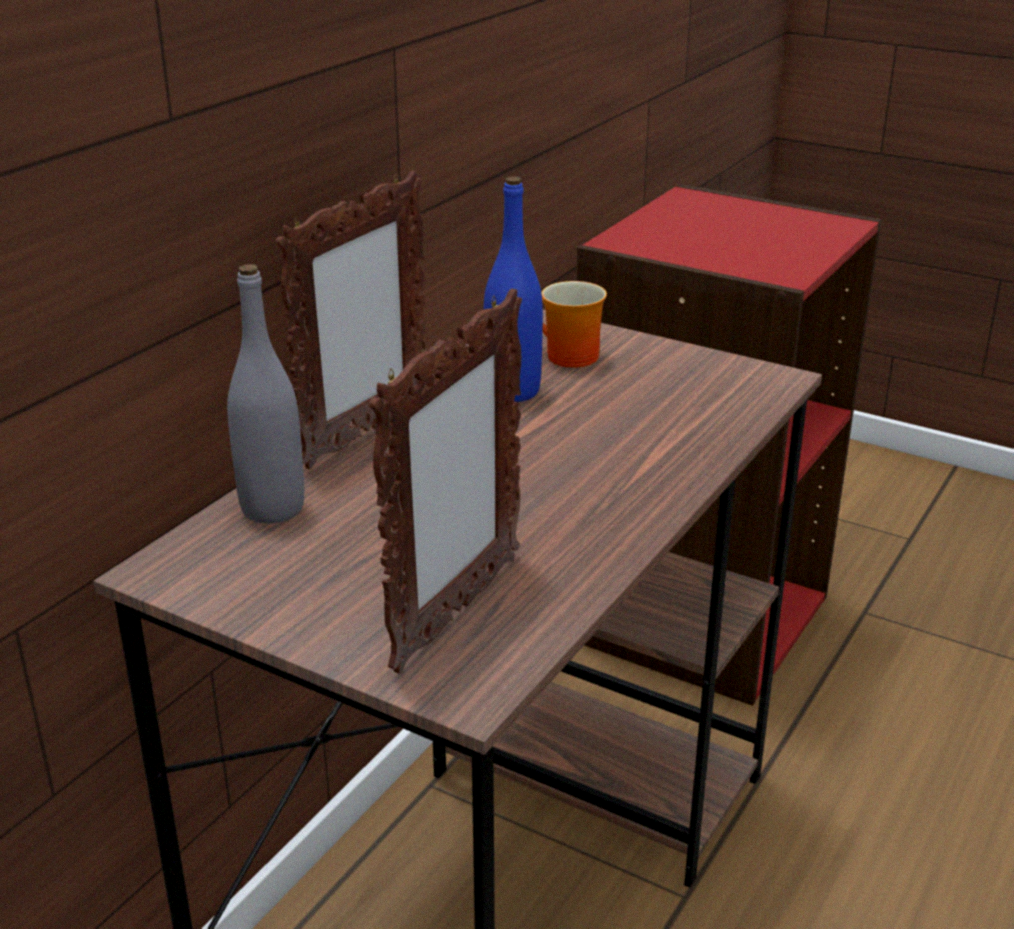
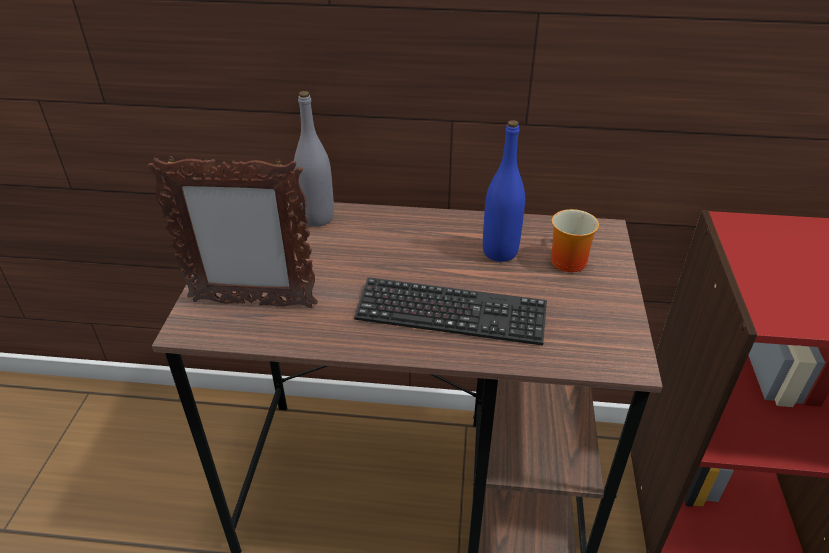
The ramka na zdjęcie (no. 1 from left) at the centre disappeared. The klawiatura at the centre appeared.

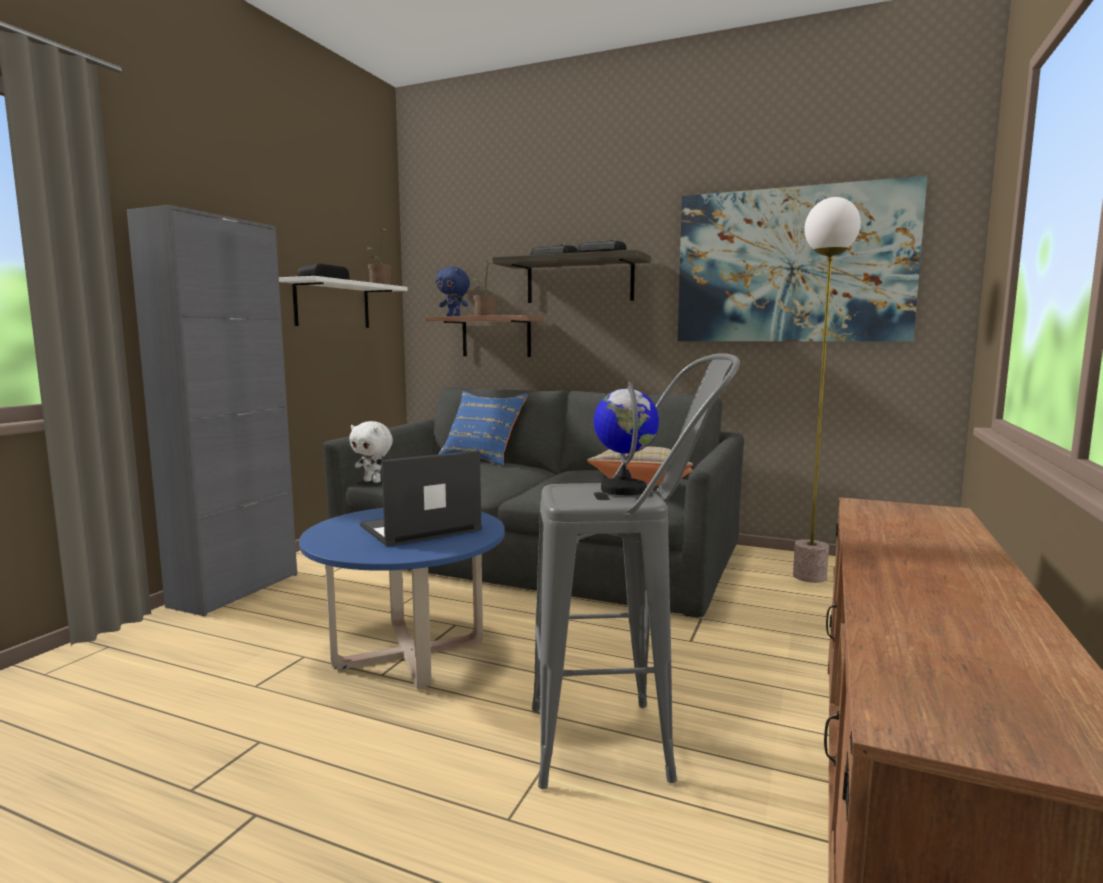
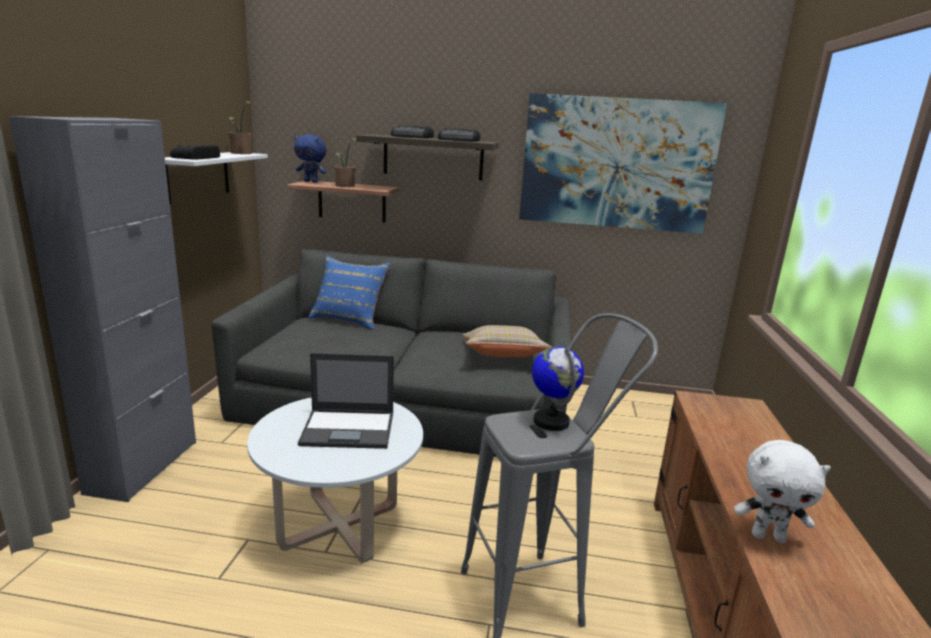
The lampa stojąca at the middle right disappeared. The pluszak (biały) moved from the centre to the bottom right. The ława (niebieski) at the bottom centre became the ława (biały) at the bottom centre. The laptop at the centre turned 135 degrees counterclockwise.

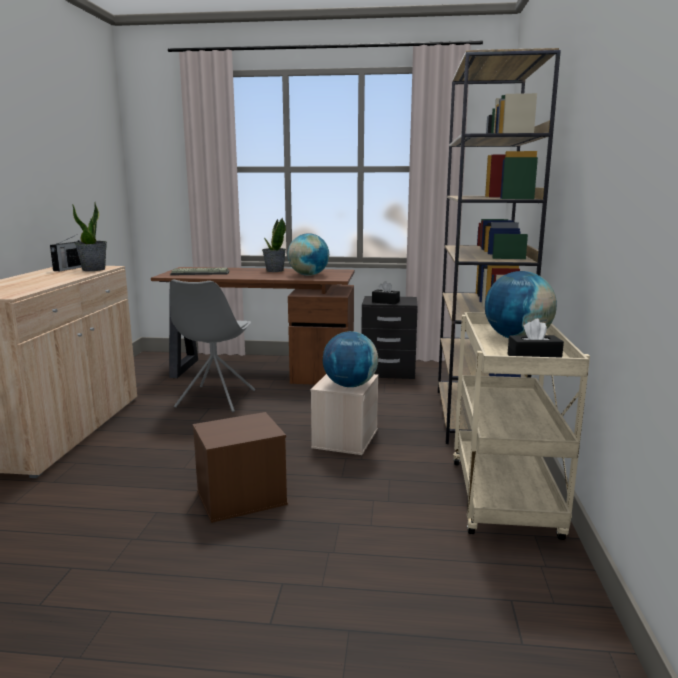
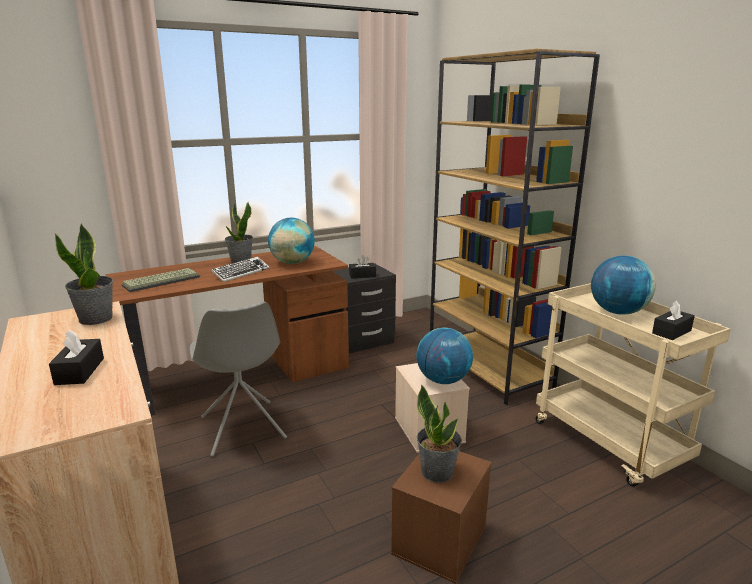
The radio at the middle left disappeared. The pudełko chusteczek (czarny) (no. 1 from left) at the middle left appeared. The klawiatura (no. 2 from left) at the middle left appeared. The roślina doniczkowa (no. 3 from left) at the bottom centre appeared.

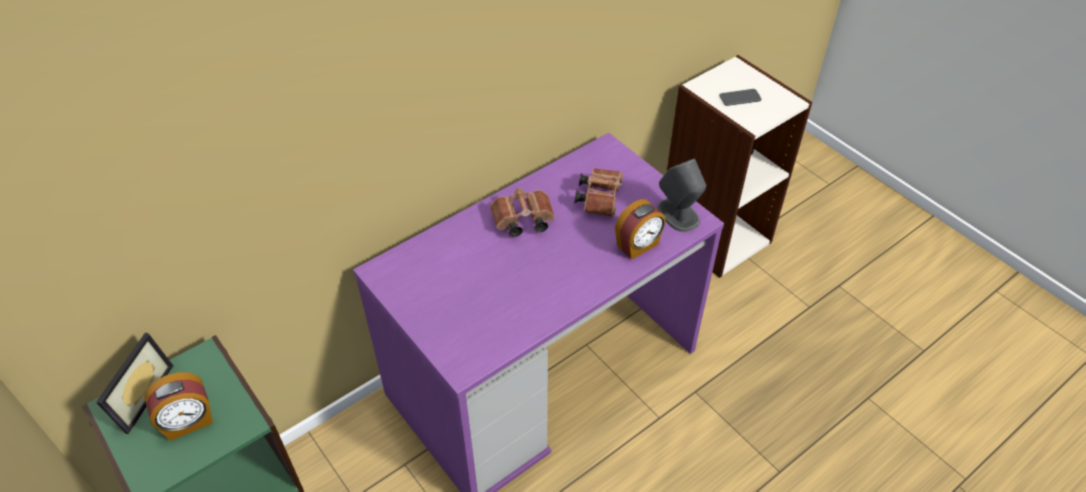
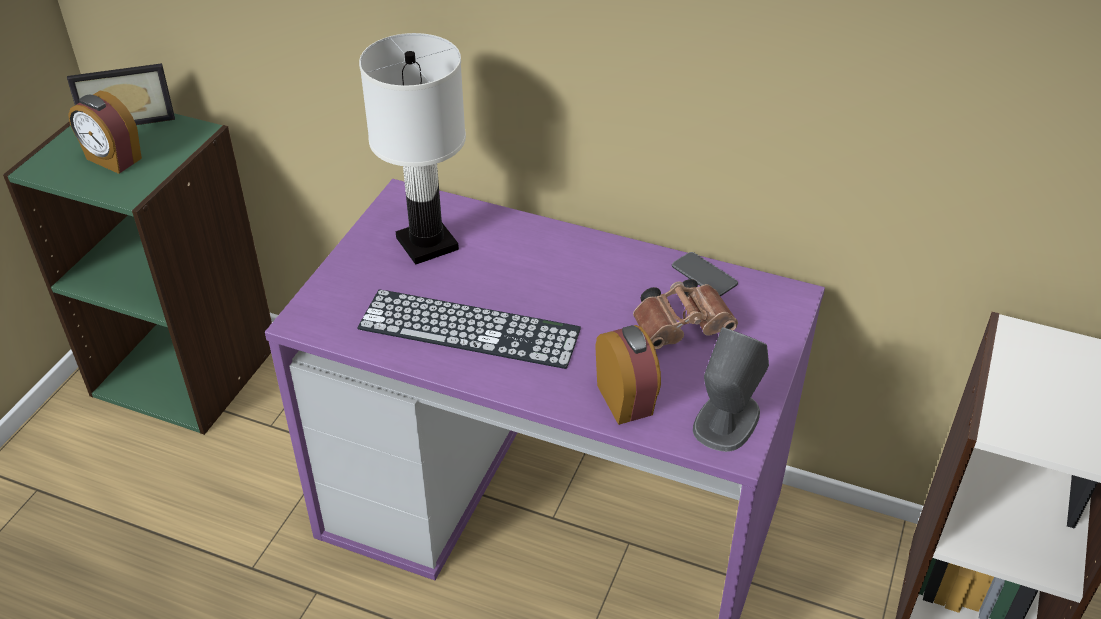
The lornetka (brązowy) (no. 1 from left) at the centre disappeared. The klawiatura at the centre appeared. The lampa stołowa (biały) at the top centre appeared. The telefon moved from the top right to the centre. The budzik (no. 2 from left) at the centre turned 135 degrees counterclockwise.

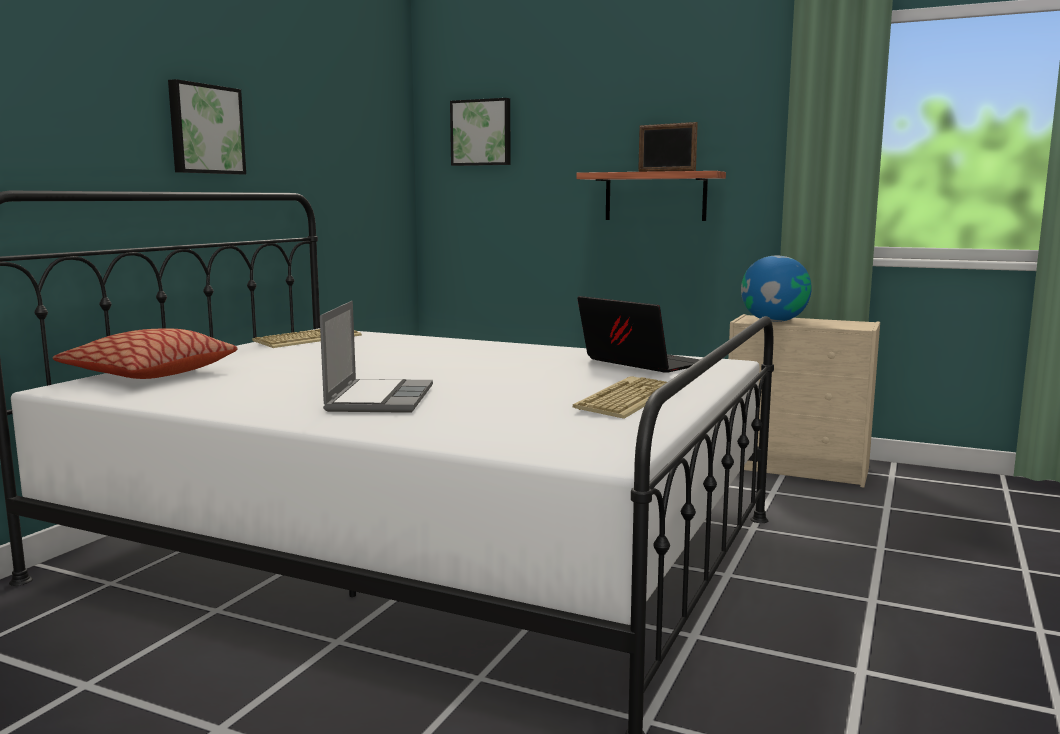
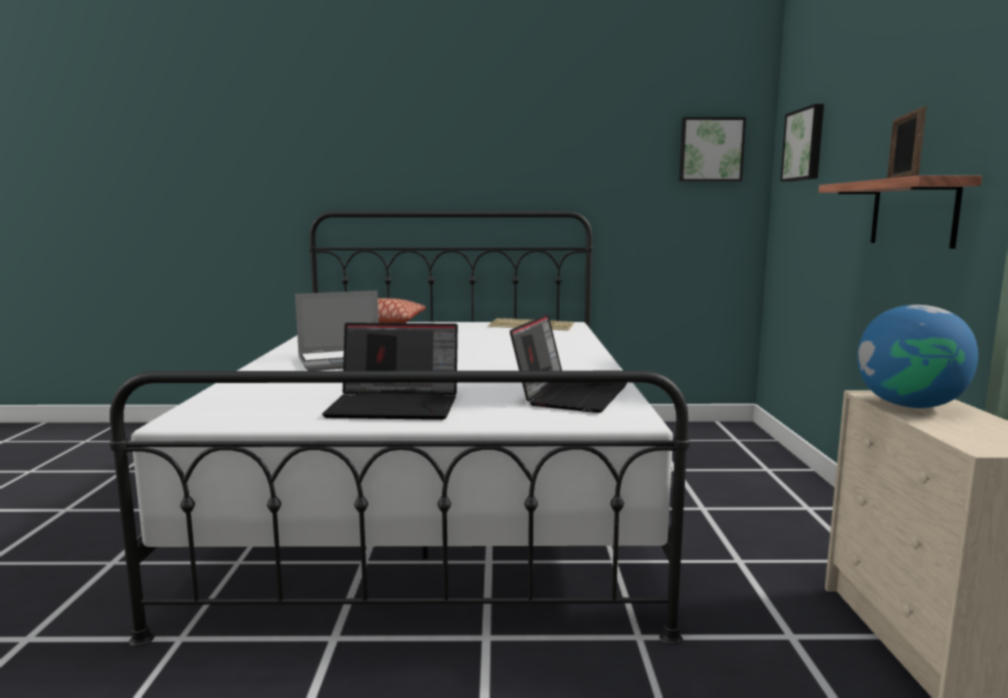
The obraz (no. 1 from left) moved from the top left to the top right. The klawiatura (no. 2 from left) at the centre was replaced by the laptop (no. 2 from left) at the centre.

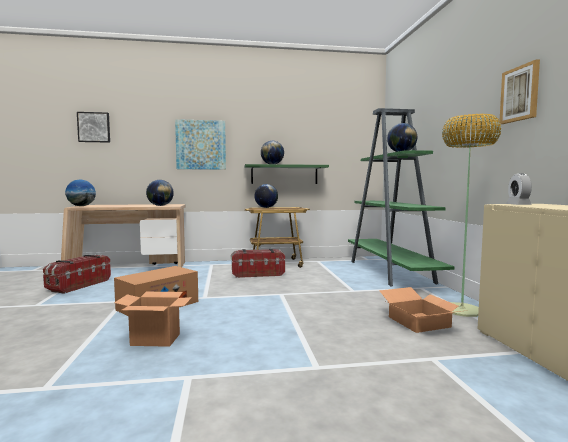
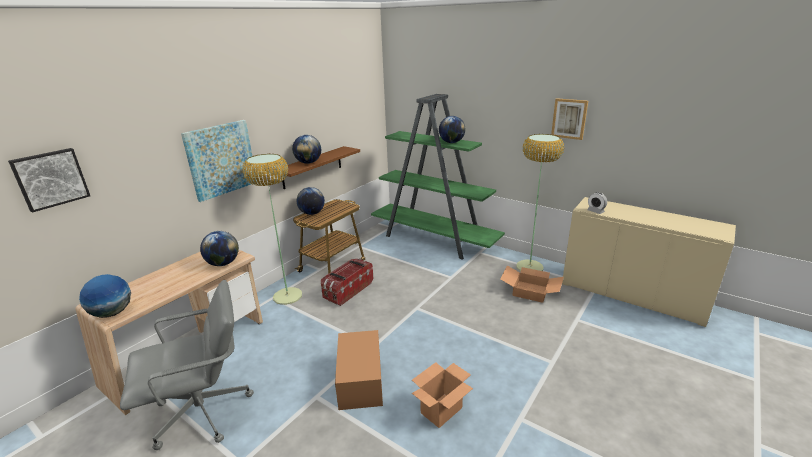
The lampa stojąca (no. 1 from left) at the centre appeared. The pojemnik do przechowywania (no. 1 from left) at the middle left was replaced by the krzesło biurowe (szary) at the bottom left. The półka (zielony) at the centre became the półka (brązowy) at the centre.

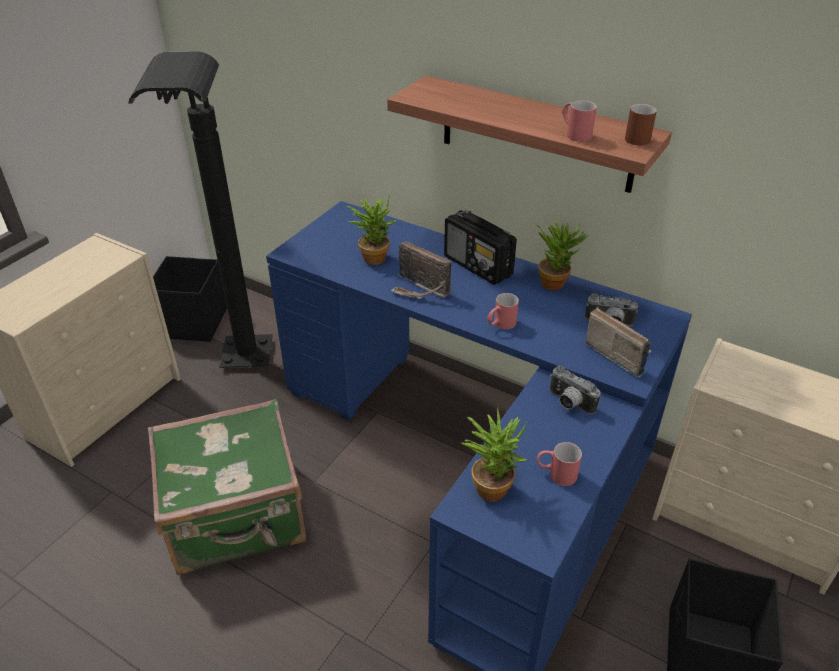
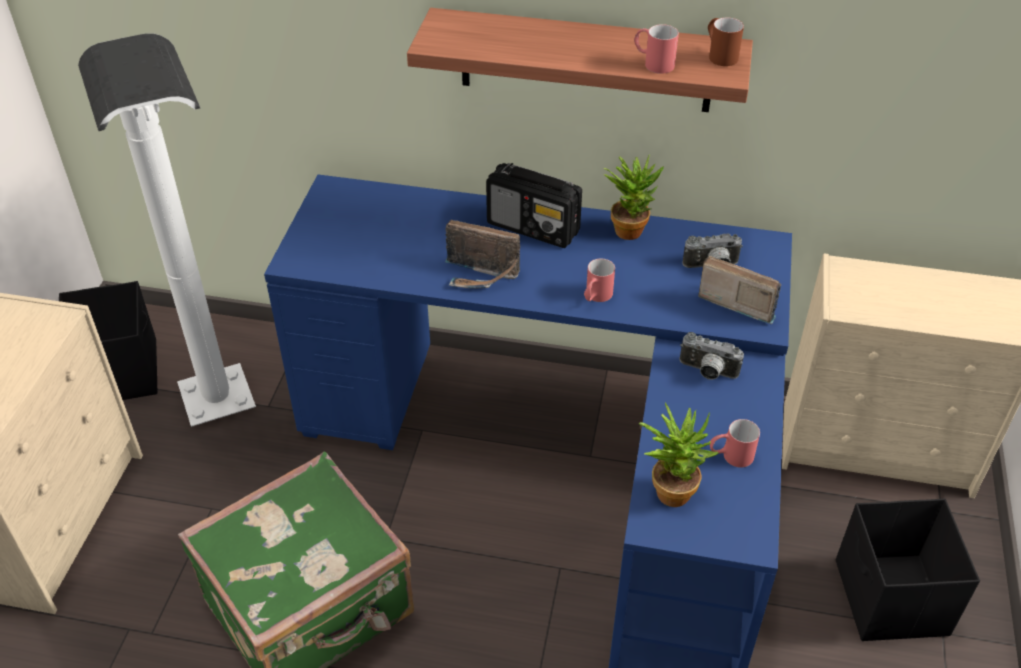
The roślina doniczkowa (no. 1 from left) at the centre disappeared. The lampa stojąca (czarny) at the top left became the lampa stojąca (biały) at the middle left.

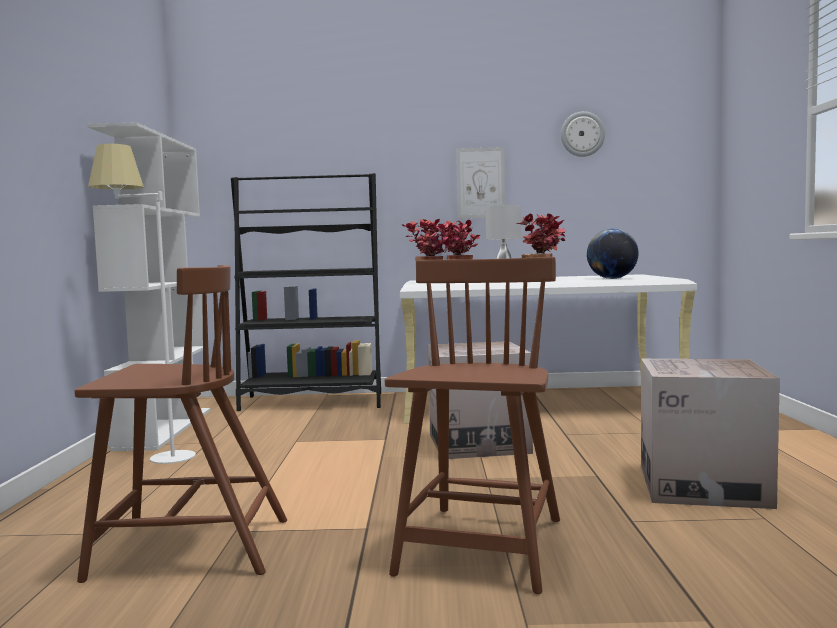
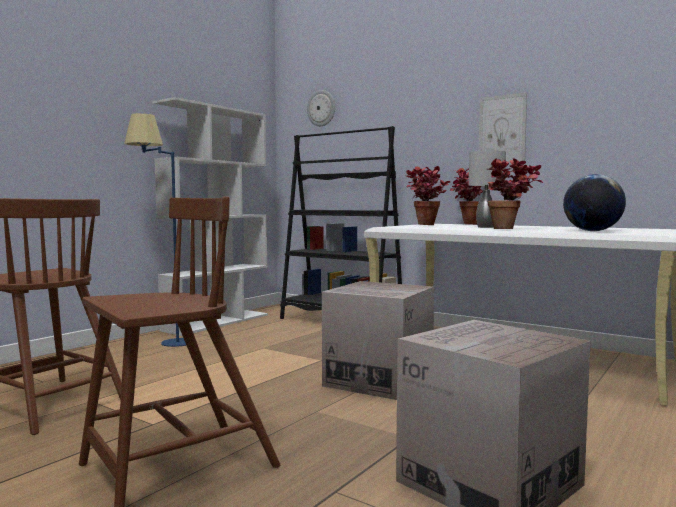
The zegar ścienny moved from the top right to the top centre. The lampa stojąca (biały) at the middle left became the lampa stojąca (niebieski) at the middle left.

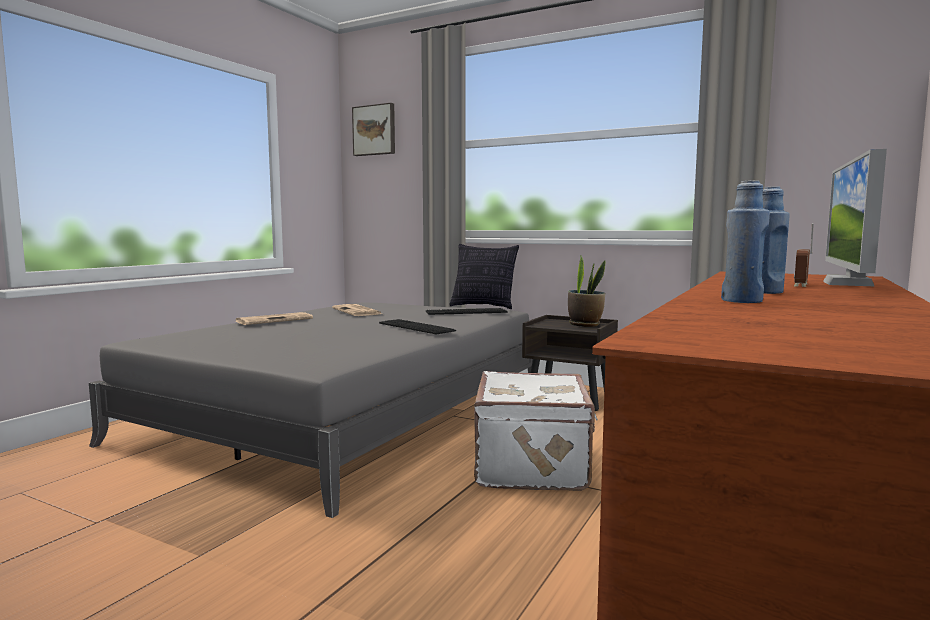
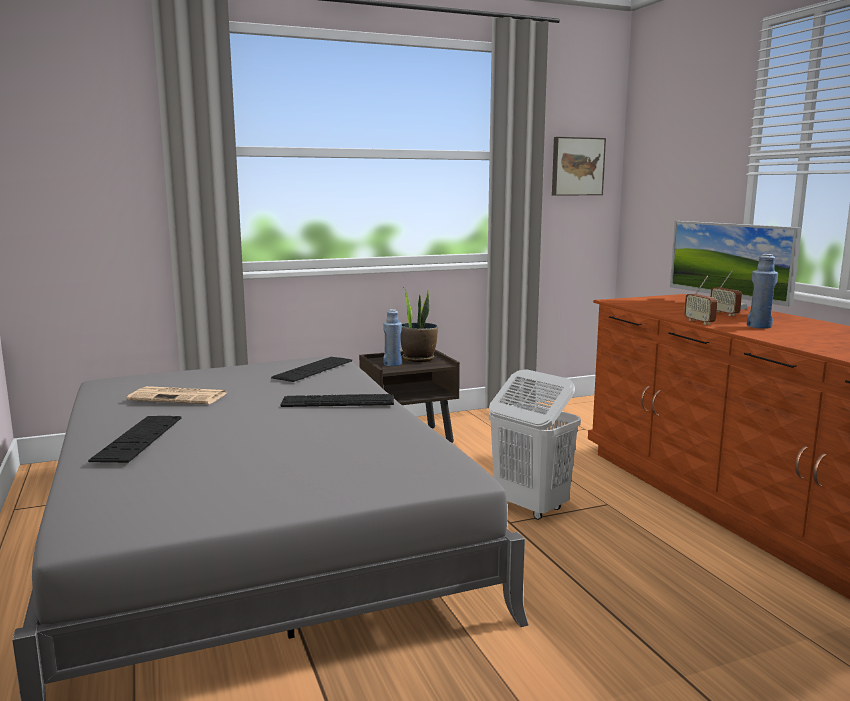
The poduszka at the centre disappeared. The radio (no. 1 from left) at the middle right appeared. The obraz moved from the top centre to the top right. The butelka (niebieski) (no. 1 from left) moved from the middle right to the centre. The gazeta (no. 1 from left) at the middle left was replaced by the klawiatura (no. 1 from left) at the middle left. The walizka (biały) at the bottom centre was replaced by the kosz na pranie (biały) at the centre.

